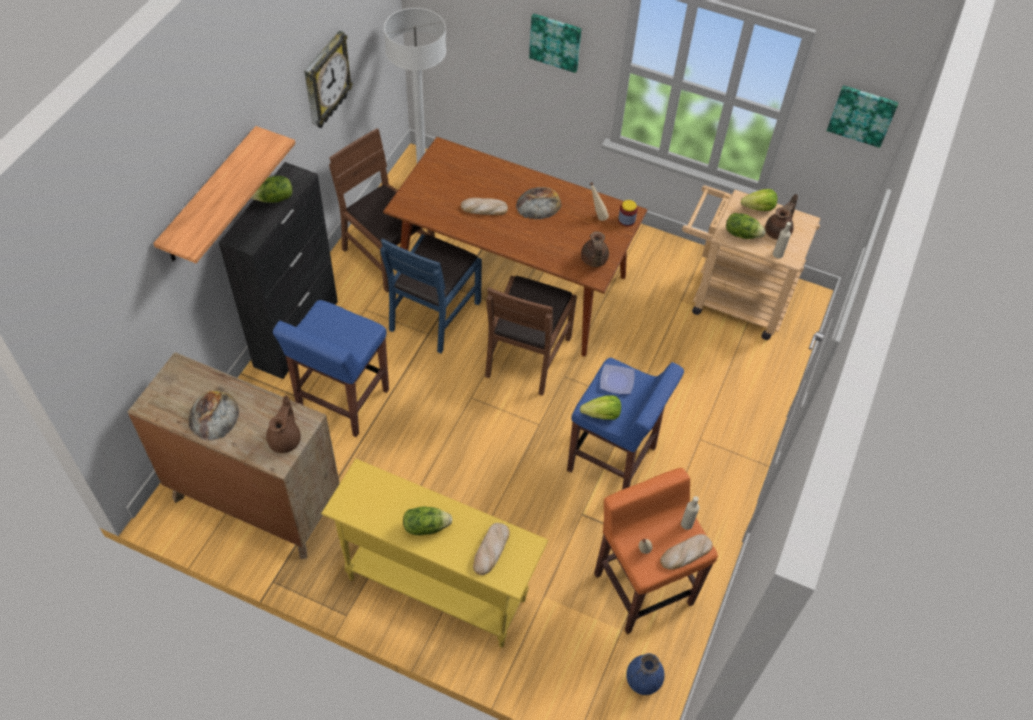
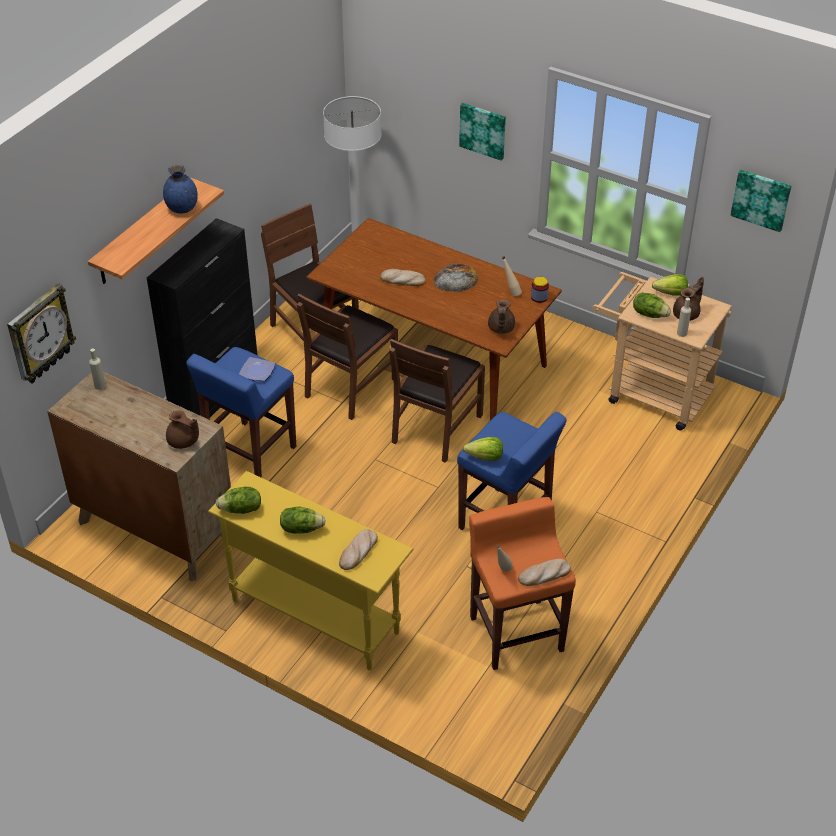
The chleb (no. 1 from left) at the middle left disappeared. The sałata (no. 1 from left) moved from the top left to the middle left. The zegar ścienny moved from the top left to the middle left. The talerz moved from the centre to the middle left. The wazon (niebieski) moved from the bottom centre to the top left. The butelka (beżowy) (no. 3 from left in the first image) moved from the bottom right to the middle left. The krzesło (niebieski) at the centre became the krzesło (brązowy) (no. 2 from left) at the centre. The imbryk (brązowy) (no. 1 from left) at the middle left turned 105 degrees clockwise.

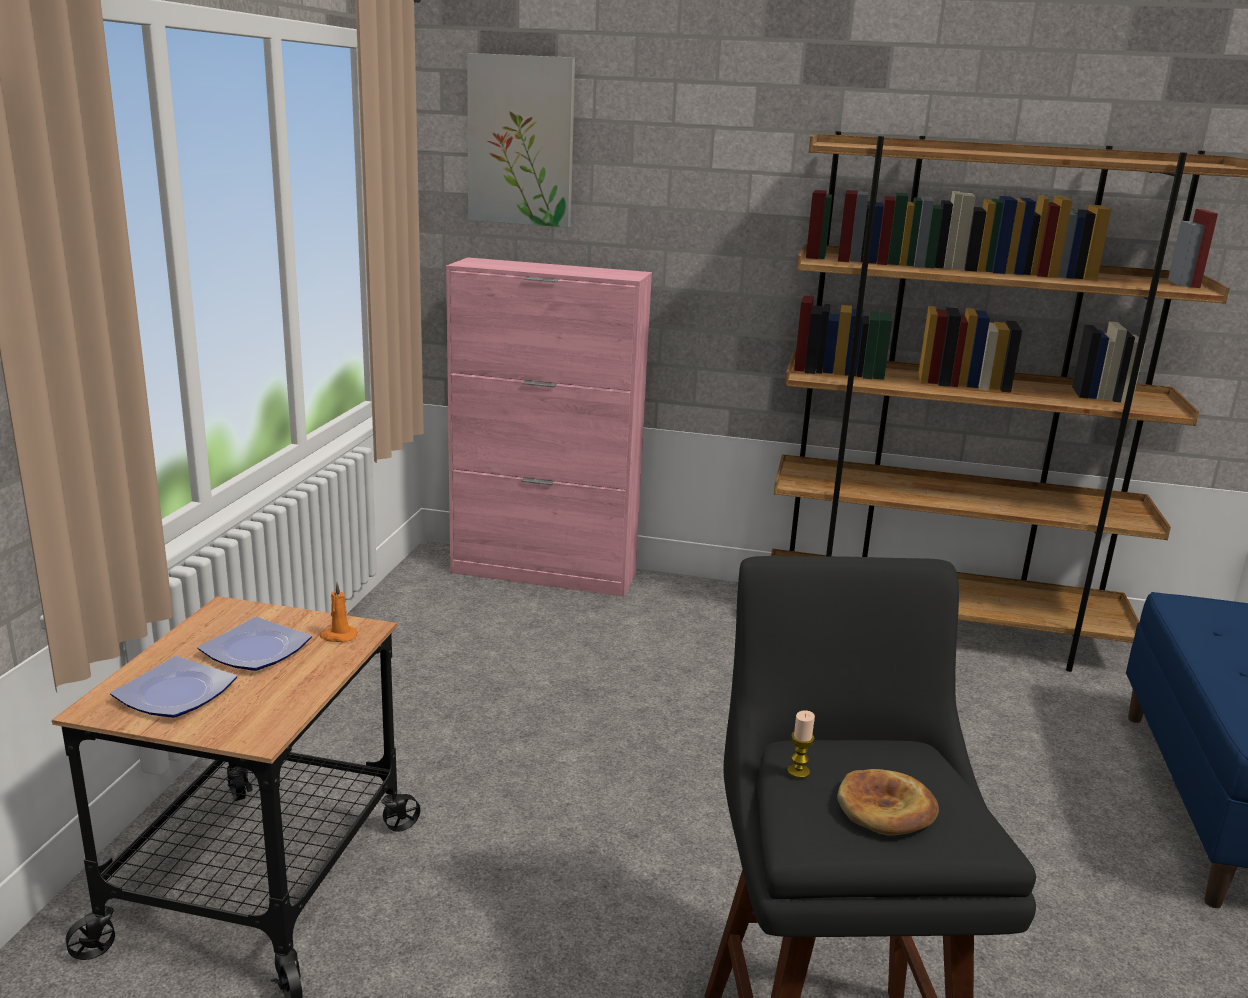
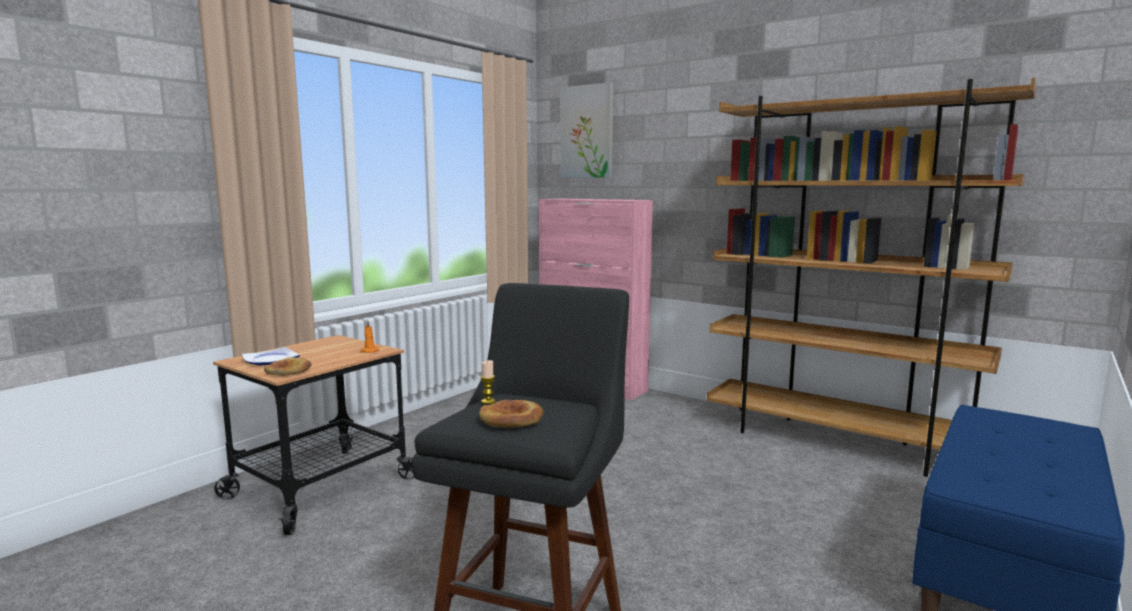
The talerz (no. 2 from left) at the middle left disappeared. The chleb (no. 1 from left) at the middle left appeared.

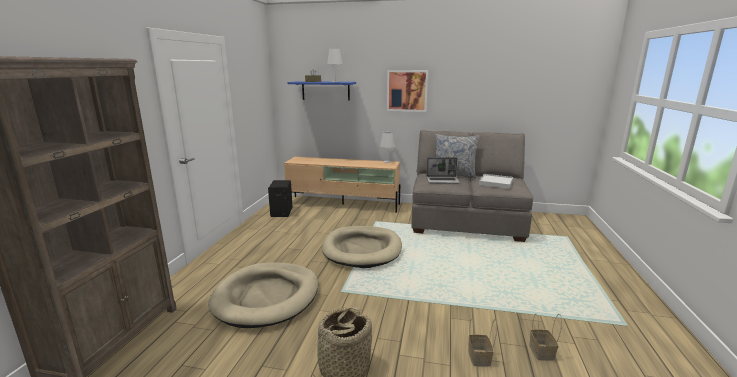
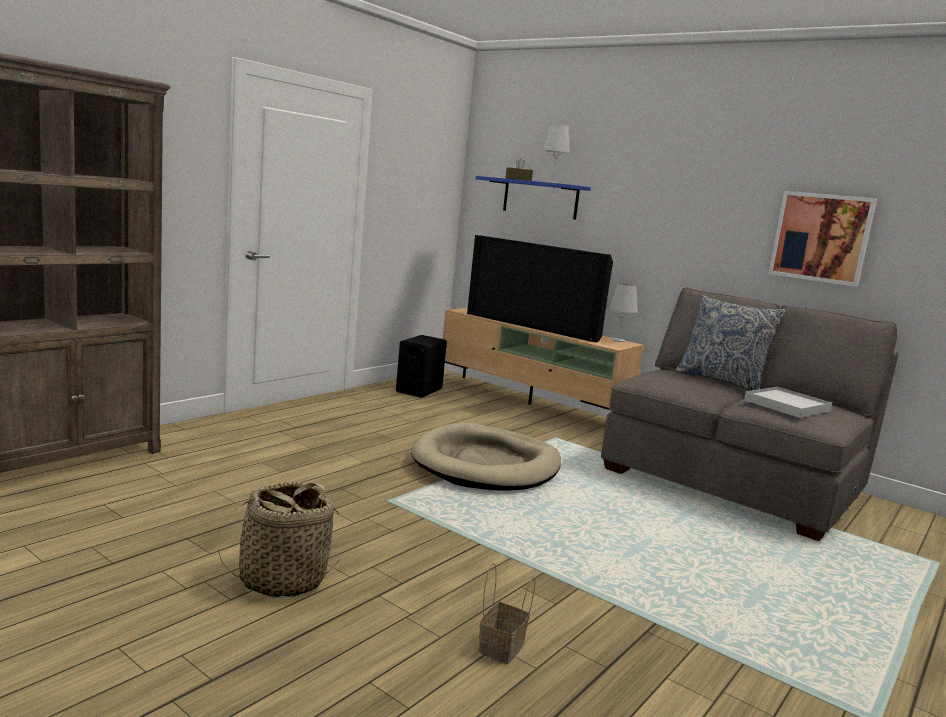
The legowisko (beżowy) (no. 1 from left) at the bottom centre disappeared. The laptop at the centre disappeared. The koszyk (no. 3 from left) at the bottom right disappeared. The telewizor at the centre appeared. The obraz moved from the top centre to the middle right.

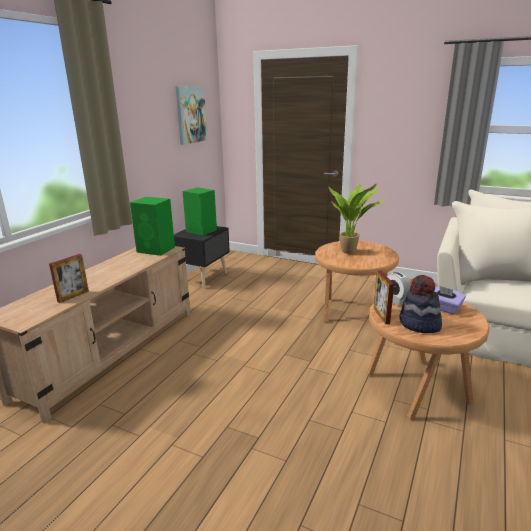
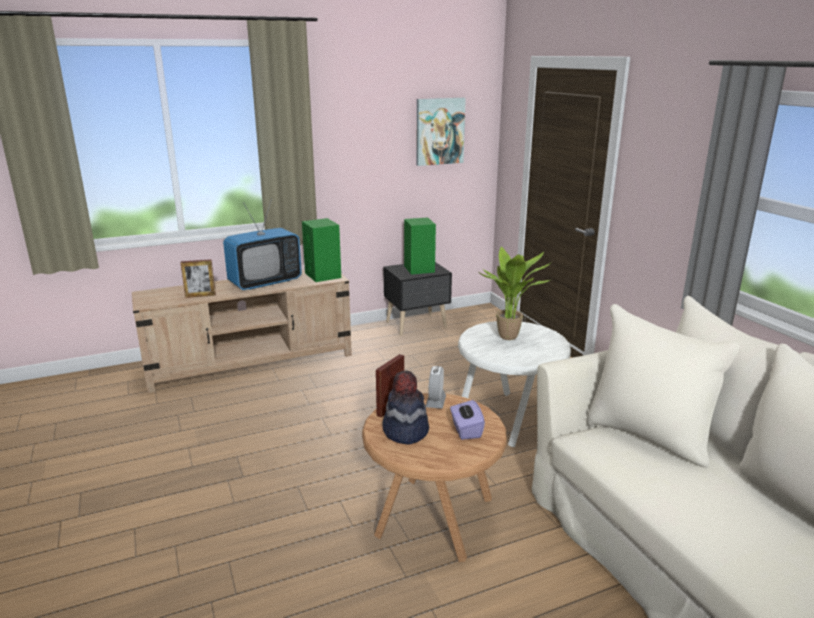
The telewizor at the middle left appeared. The stolik (brązowy) (no. 1 from left) at the middle right became the stolik (biały) at the centre.

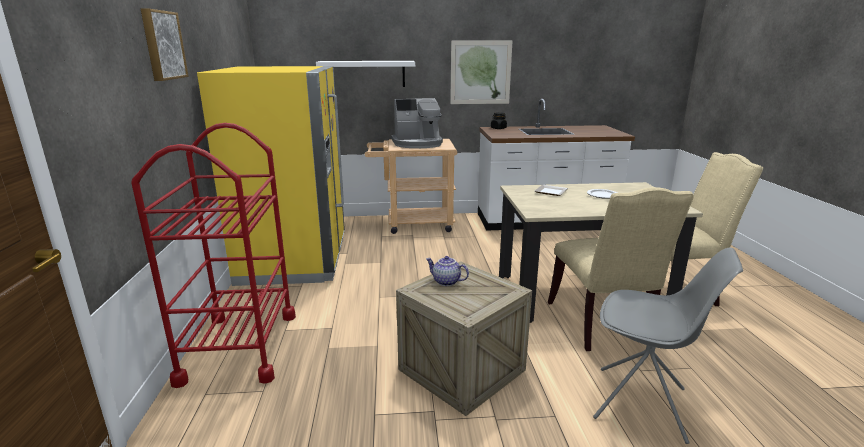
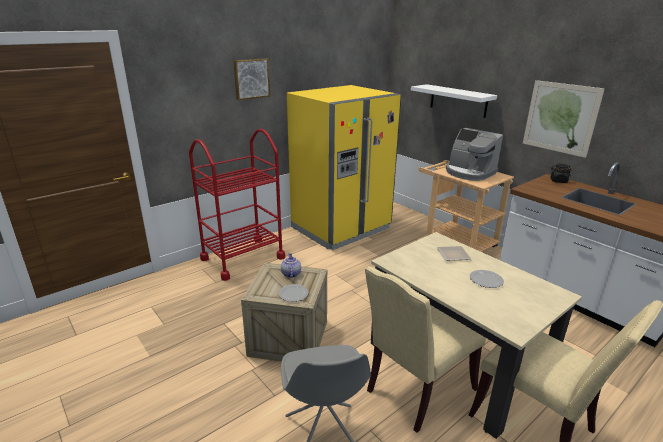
The talerz (no. 1 from left) at the centre appeared.

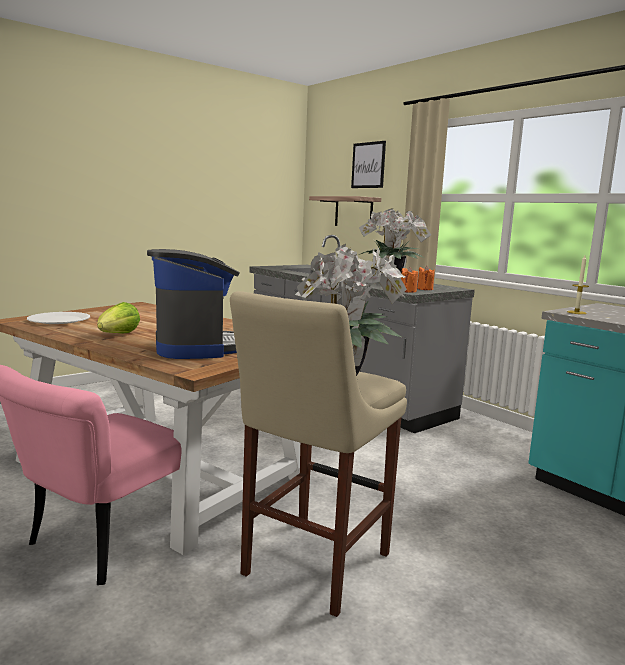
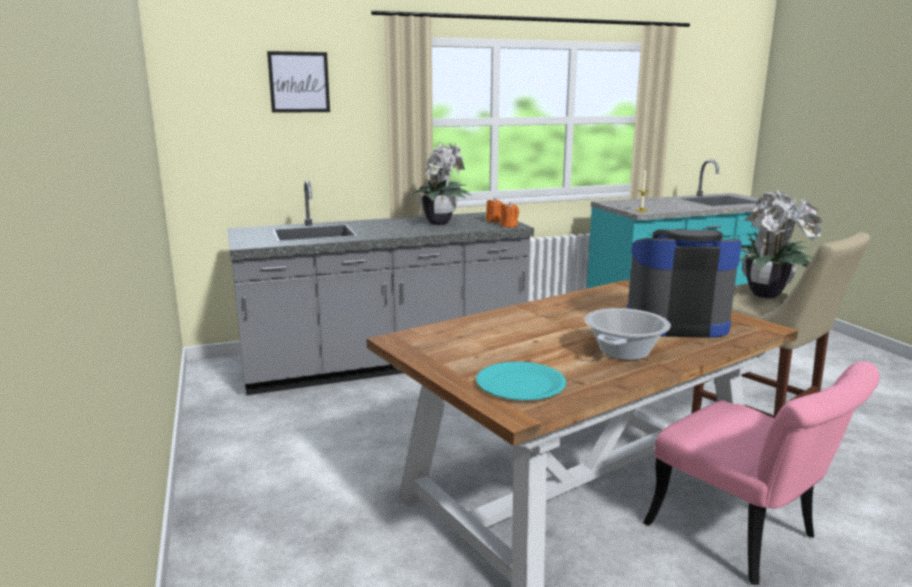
The półka at the top centre disappeared. The sałata at the middle left was replaced by the garnek at the middle right. The talerz (biały) at the middle left became the talerz (turkusowy) at the centre.

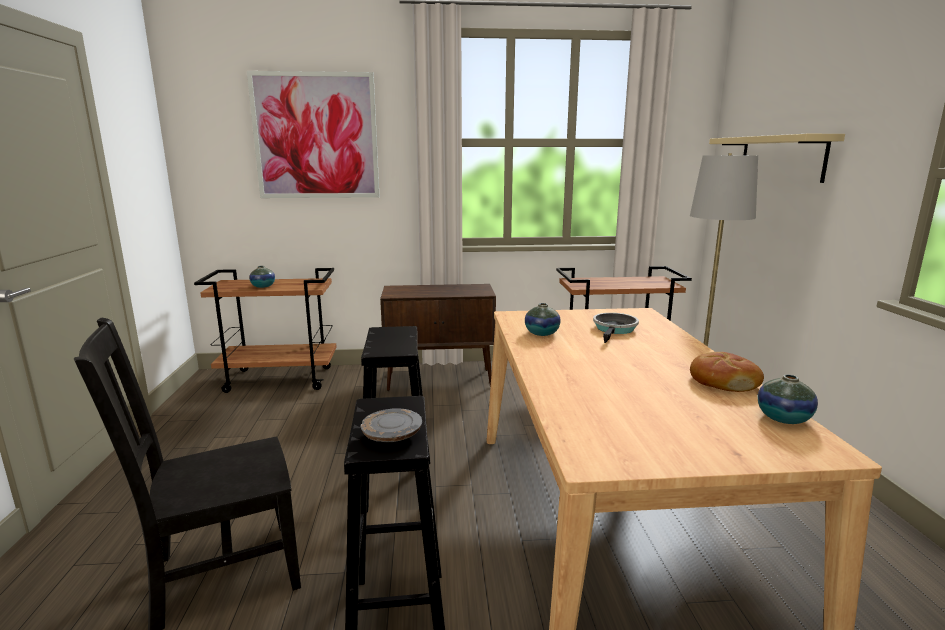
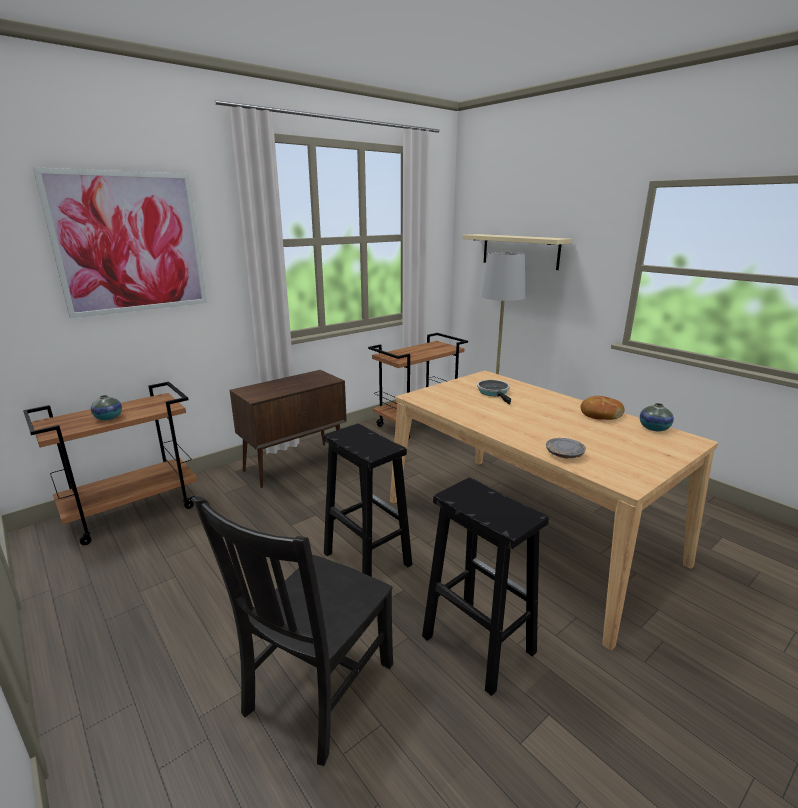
The wazon (no. 2 from left) at the centre disappeared. The talerz (szary) moved from the bottom centre to the middle right.

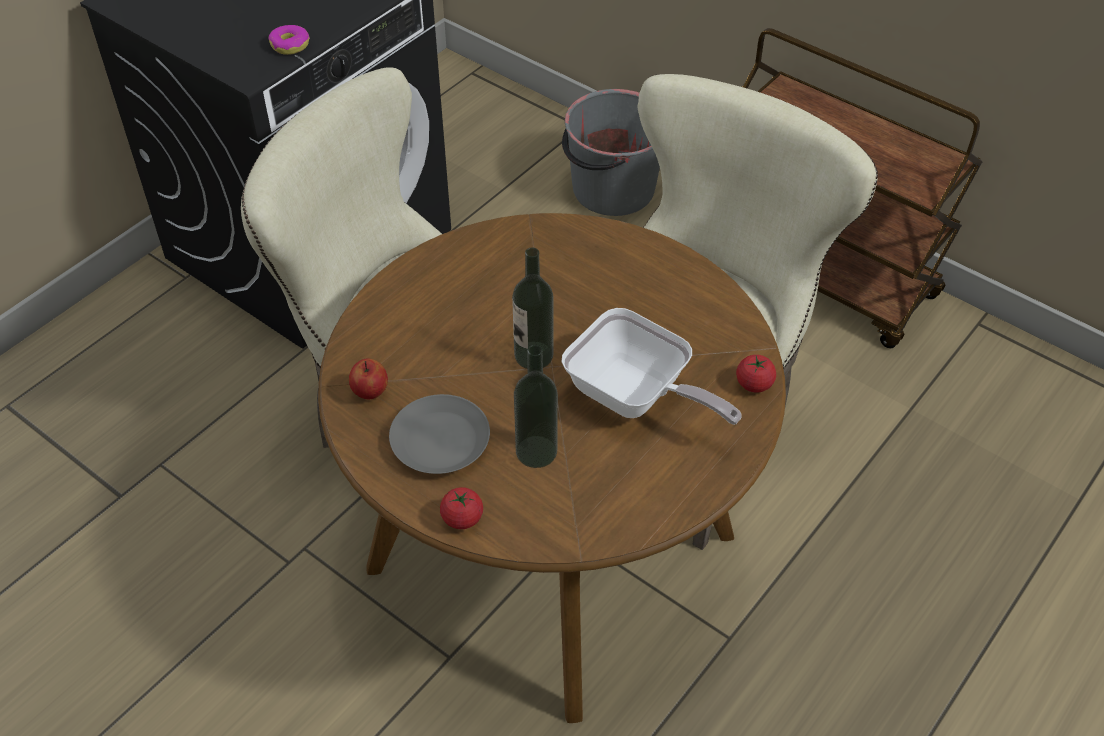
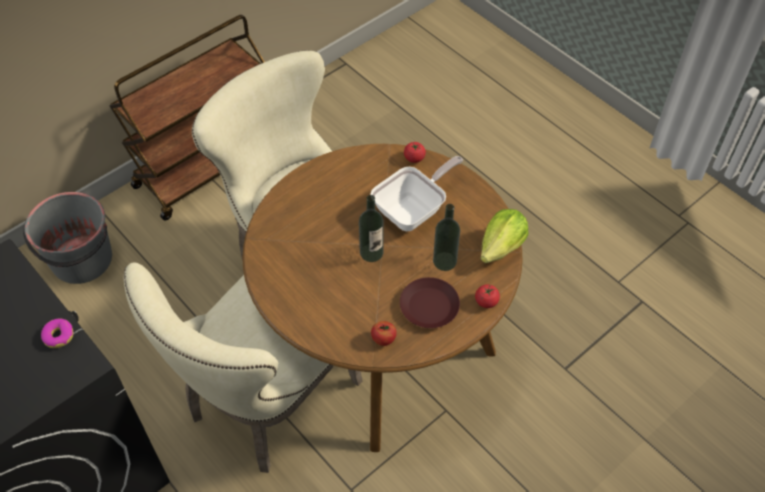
The sałata at the centre appeared. The talerz (szary) at the centre became the talerz (brązowy) at the centre.

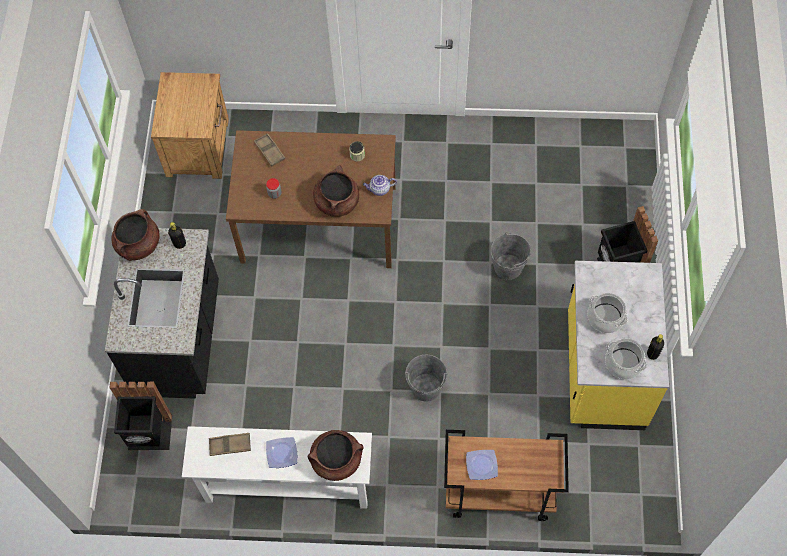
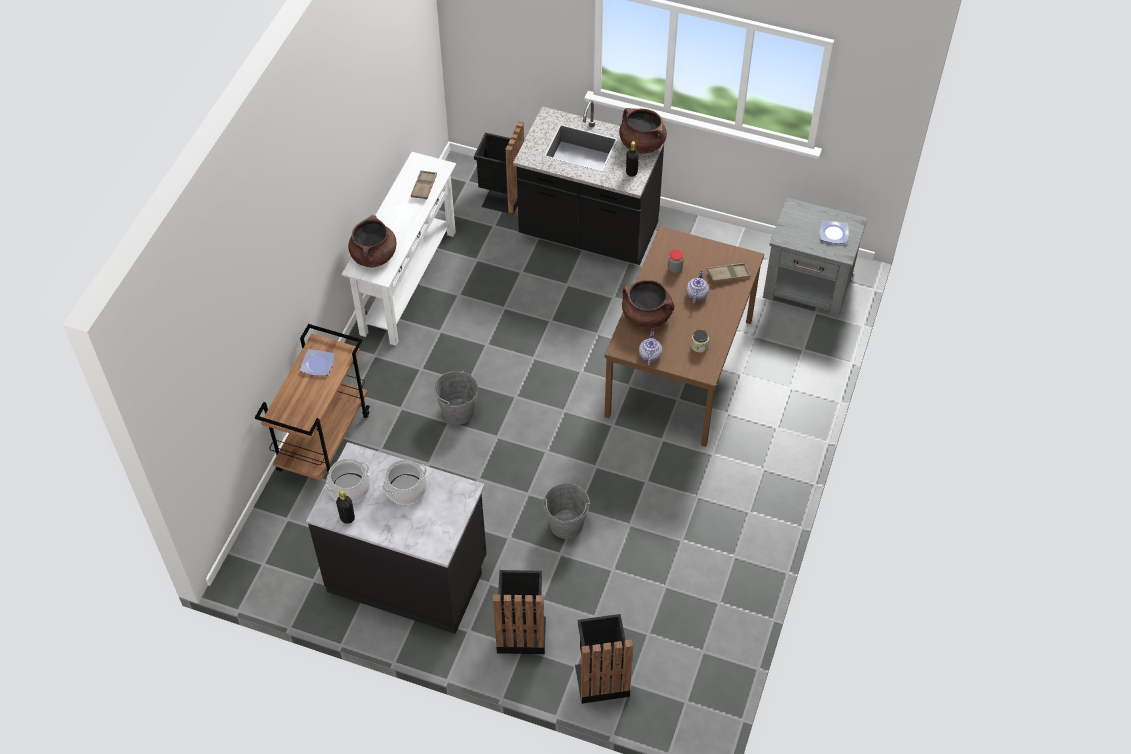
The kosz na śmieci (czarny) (no. 3 from left) at the bottom centre appeared. The imbryk (no. 2 from left) at the centre appeared. The talerz (no. 1 from left in the first image) moved from the bottom centre to the top right. The szafka nocna (brązowy) at the top left became the szafka nocna (szary) at the middle right. The zabudowa kuchenna (żółty) at the middle right became the zabudowa kuchenna (czarny) (no. 1 from left) at the bottom centre.

